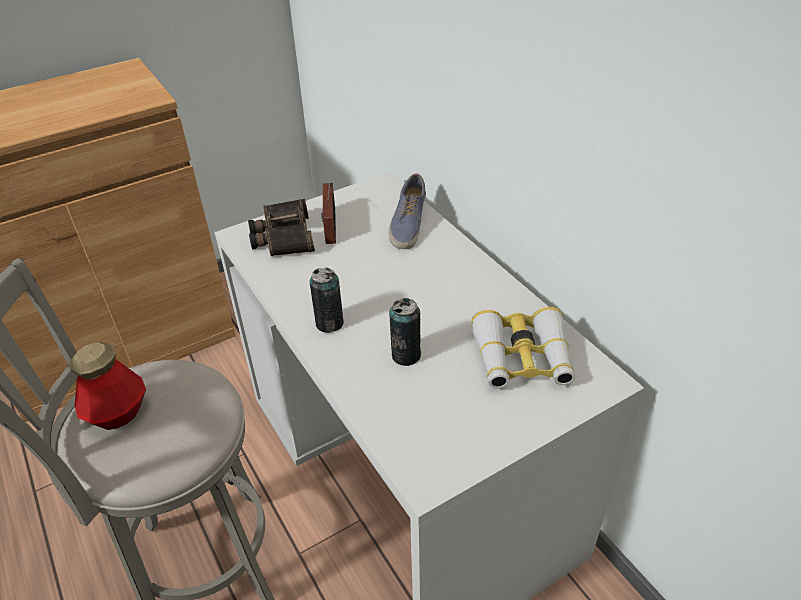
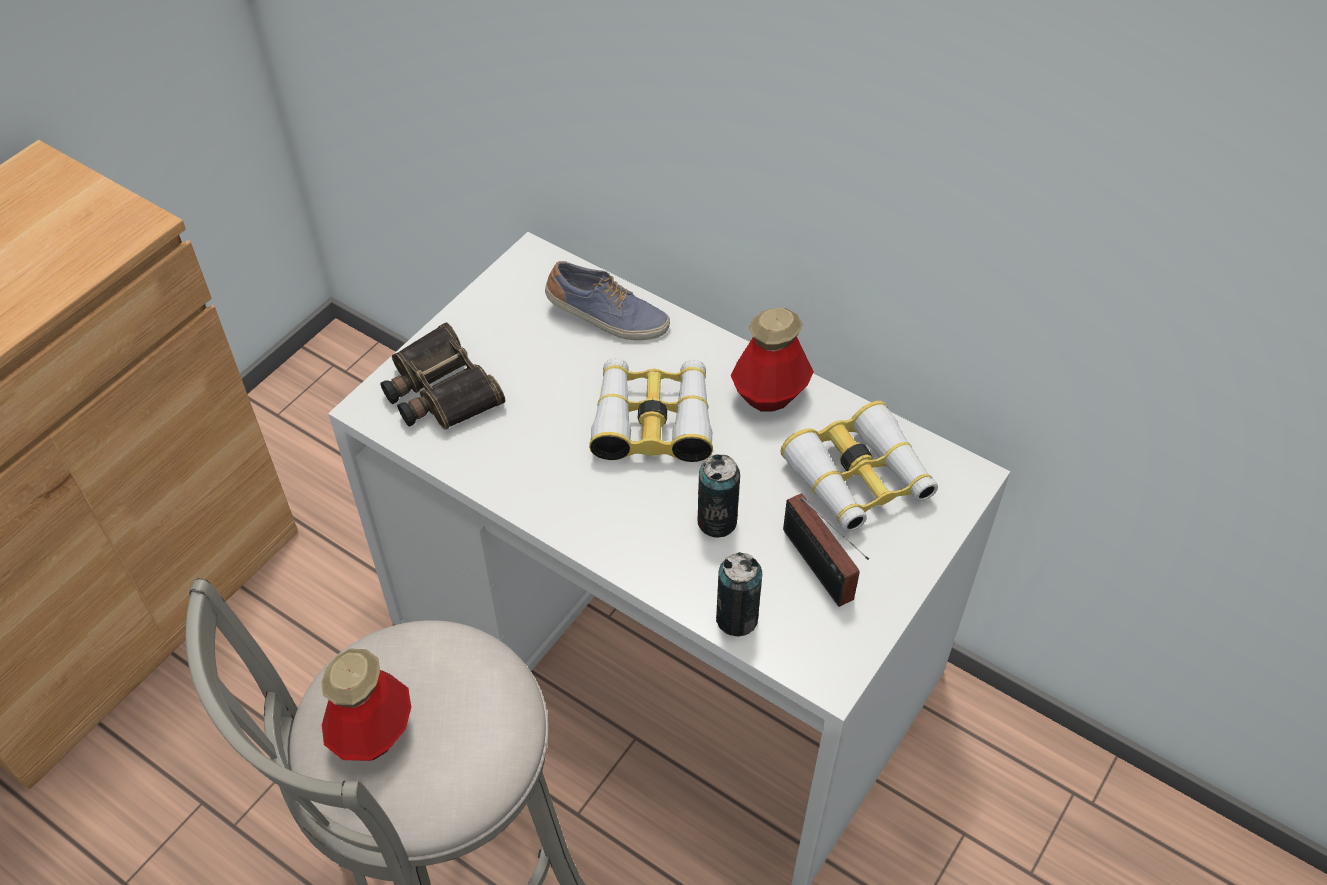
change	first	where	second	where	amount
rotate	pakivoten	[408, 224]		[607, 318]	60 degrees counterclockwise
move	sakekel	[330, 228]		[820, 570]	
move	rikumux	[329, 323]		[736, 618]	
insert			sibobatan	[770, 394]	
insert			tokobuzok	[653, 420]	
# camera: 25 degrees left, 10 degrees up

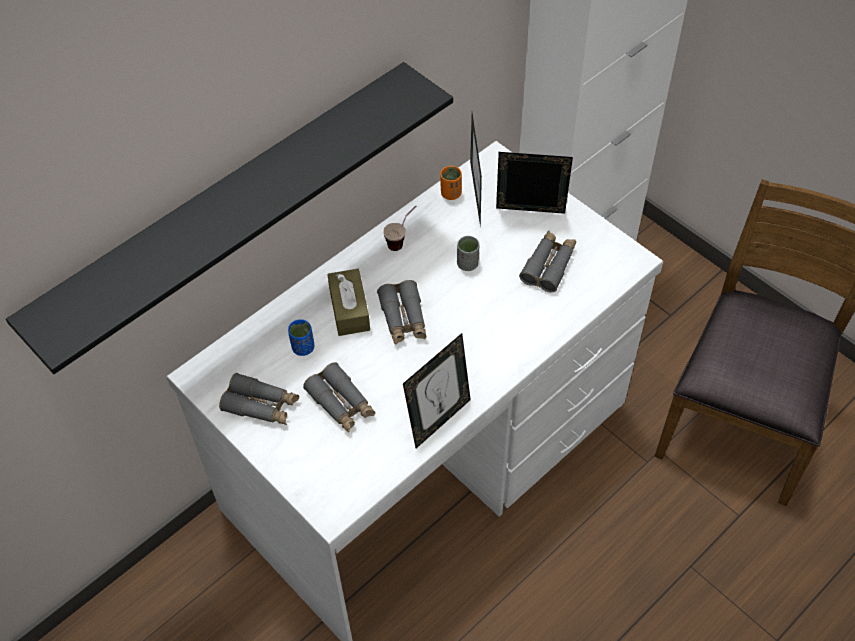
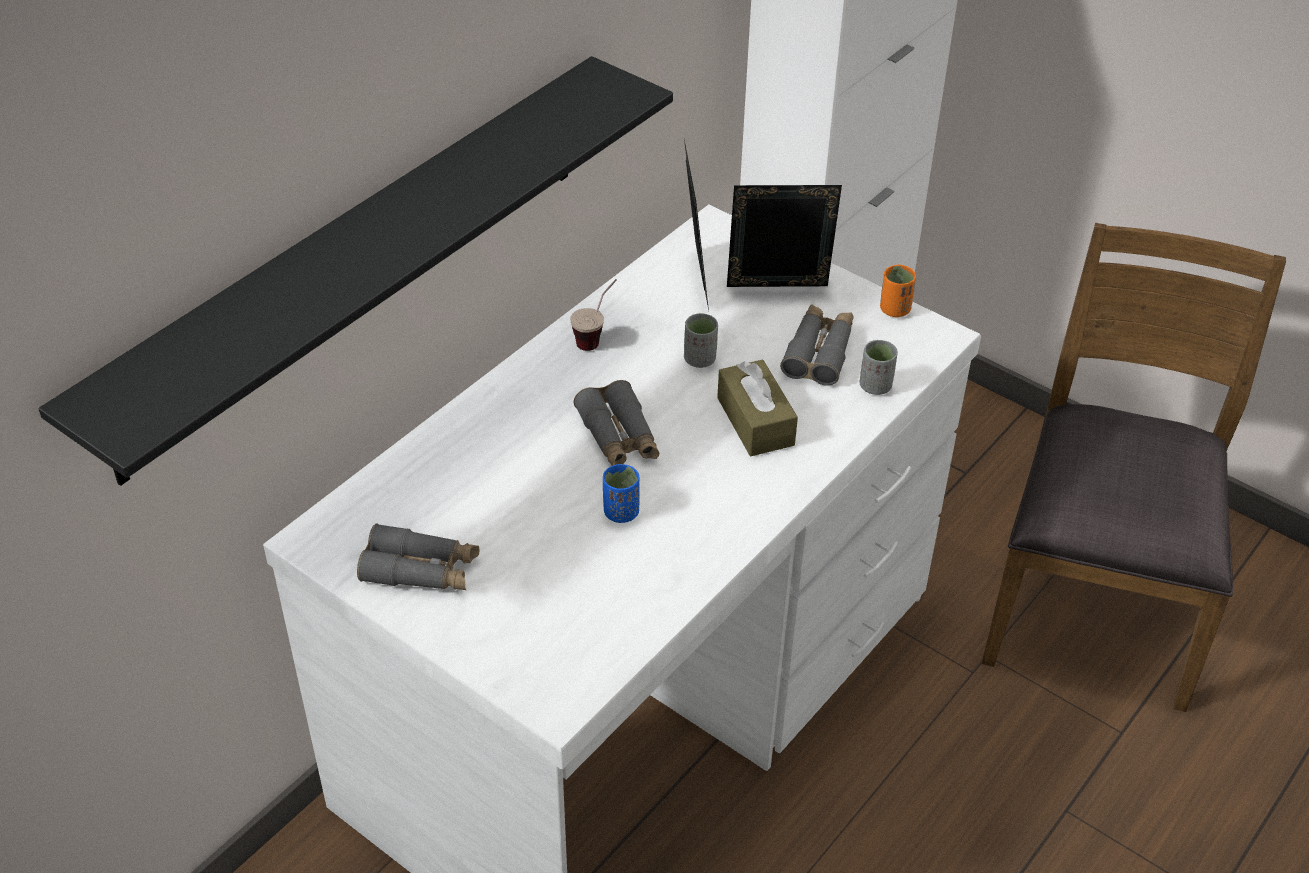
change	first	where	second	where	amount
move	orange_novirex	[451, 194]		[894, 309]	
move	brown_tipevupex	[349, 309]		[755, 421]	
move	blue_novirex	[303, 347]		[621, 512]	
delete	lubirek	[438, 420]			
delete	grey_tokobuzok	[341, 403]			
insert			grey_novirex	[875, 386]	
# camera: 10 degrees left, 10 degrees down

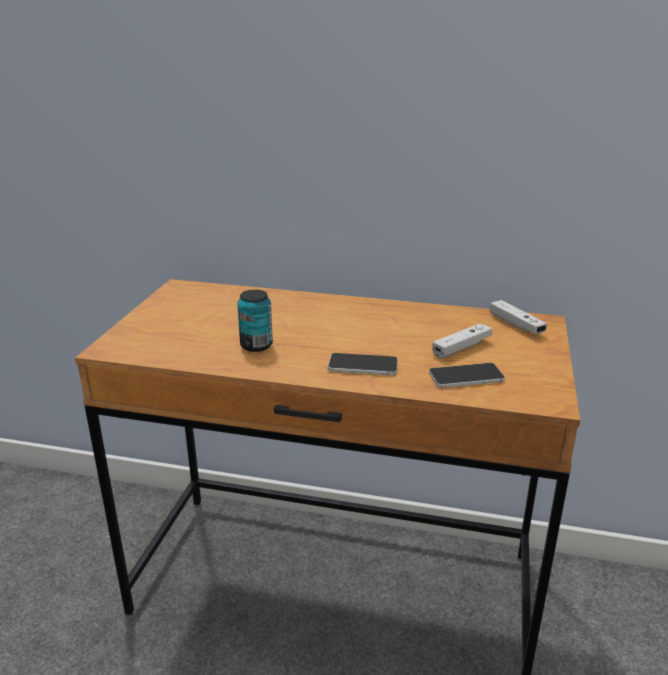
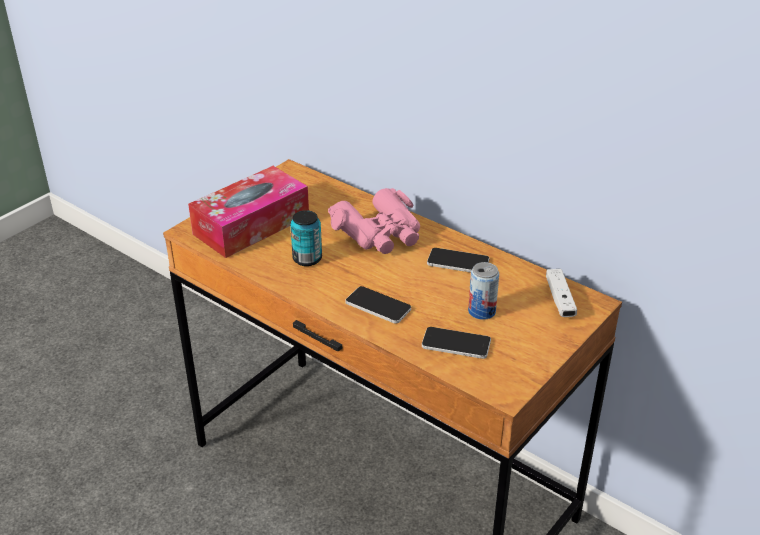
change	first	where	second	where	amount
replace	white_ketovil	[461, 347]	rikumux	[481, 311]	
insert			tipevupex	[251, 225]	
insert			pink_tokobuzok	[380, 233]	
insert			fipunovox	[458, 262]	
# camera: 25 degrees right, 10 degrees up

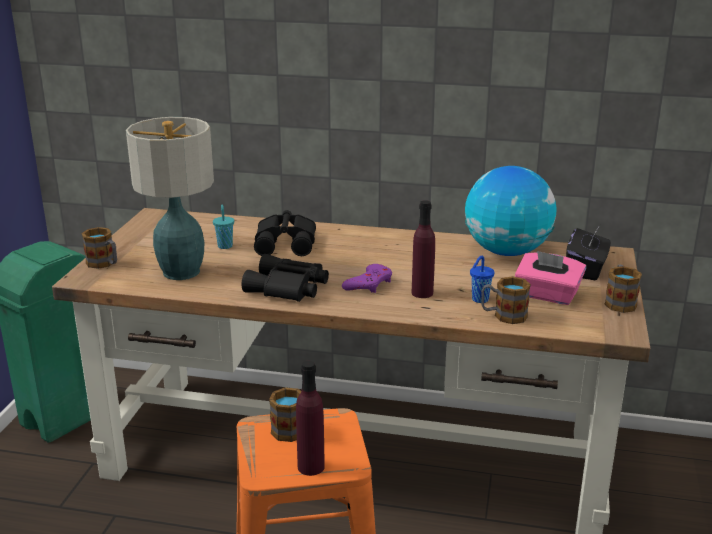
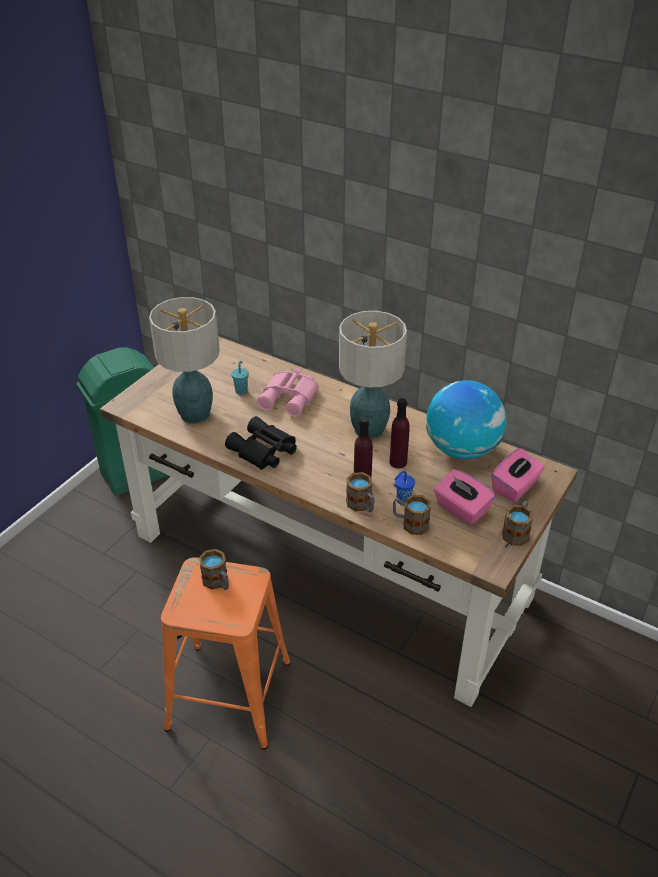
change	first	where	second	where	amount
recolor	black_tokobuzok	[287, 242]	pink_tokobuzok	[290, 397]	
recolor	black_tipevupex	[586, 269]	pink_tipevupex	[515, 487]	
move	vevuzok	[104, 264]		[361, 505]	
delete	purple_ketovil	[369, 284]			
move	purple_sibobatan	[311, 467]		[398, 462]	
insert			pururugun	[369, 430]	
# camera: 20 degrees right, 15 degrees up

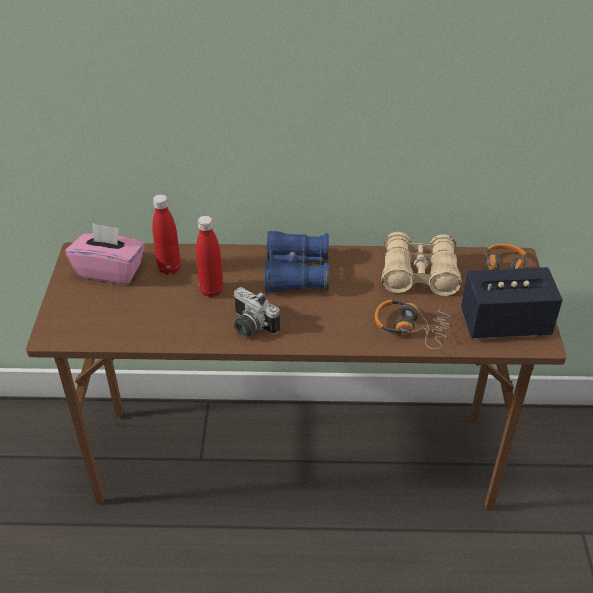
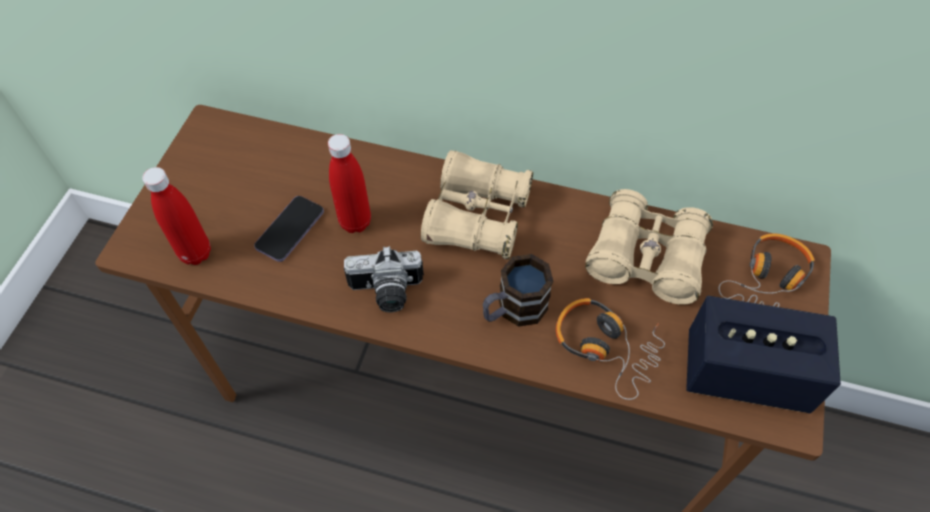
change	first	where	second	where	amount
move	red_sibobatan	[169, 268]		[195, 253]	
delete	pink_tipevupex	[110, 270]			
recolor	blue_tokobuzok	[296, 273]	beige_tokobuzok	[477, 217]	
rotate	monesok	[250, 326]		[386, 293]	60 degrees counterclockwise
insert			fipunovox	[290, 230]	
insert			vevuzok	[513, 310]	
# camera: 15 degrees right, 15 degrees up

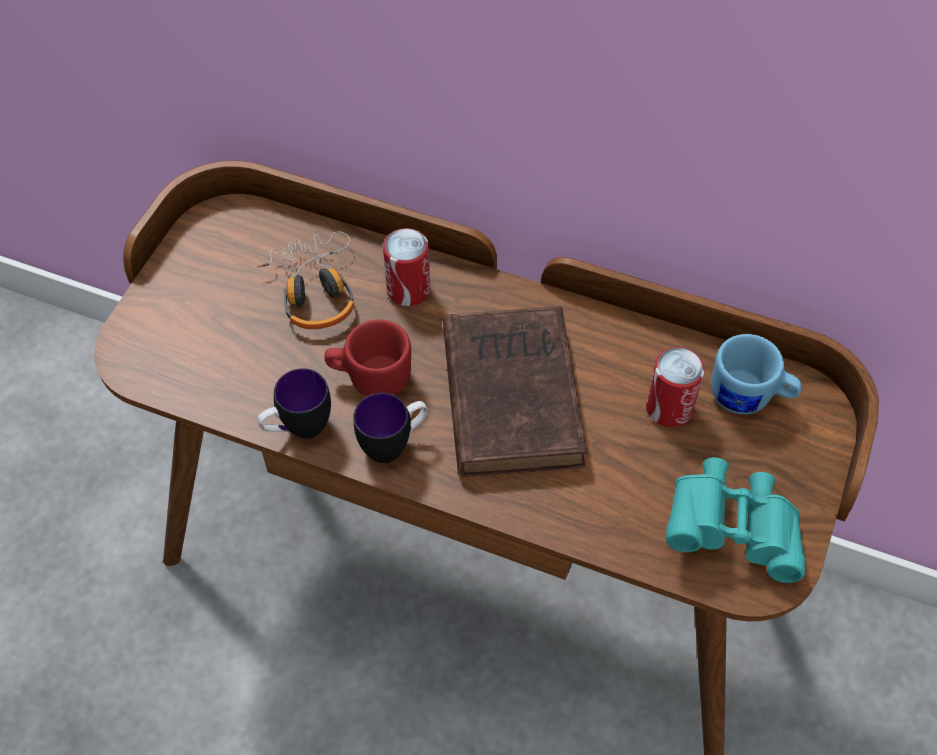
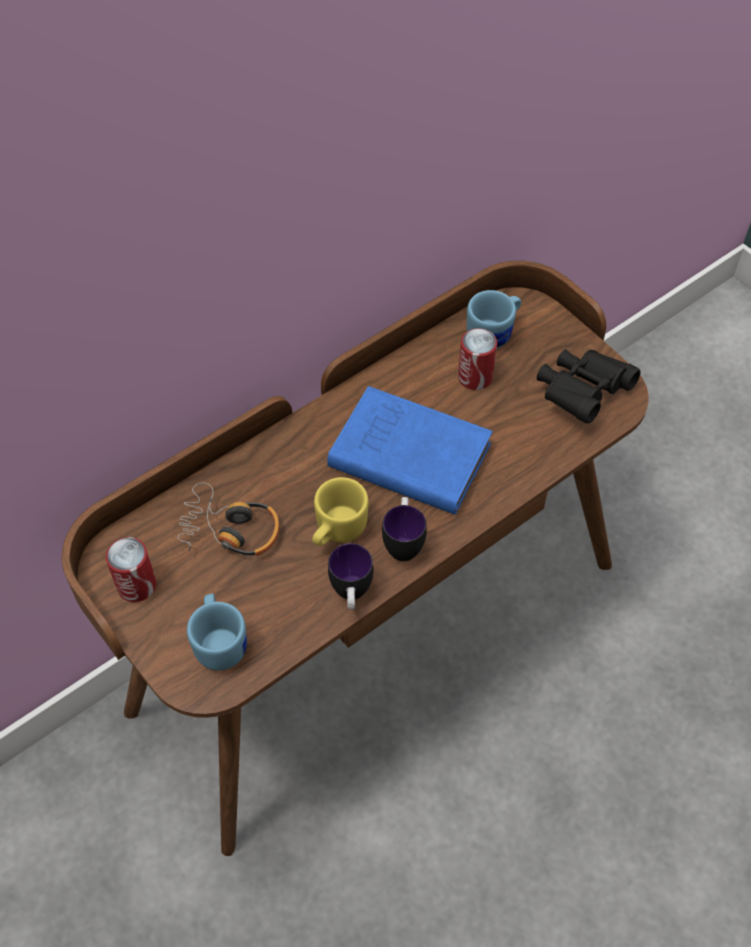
change	first	where	second	where	amount
move	rikumux	[408, 289]		[136, 585]	
recolor	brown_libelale	[511, 392]	blue_libelale	[406, 454]	
recolor	red_vevuzok	[370, 377]	yellow_vevuzok	[336, 531]	
recolor	turquoise_tokobuzok	[732, 530]	black_tokobuzok	[582, 393]	
insert			blue_vevuzok	[220, 641]	
# camera: 60 degrees left, 0 degrees up

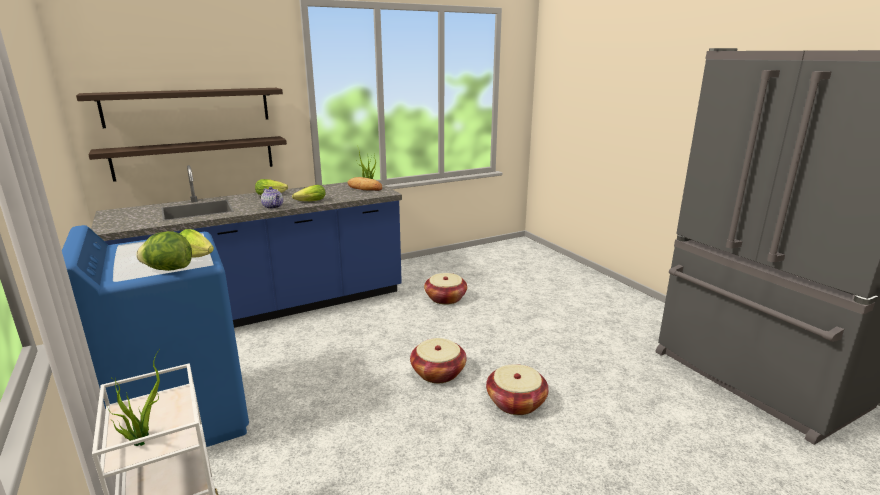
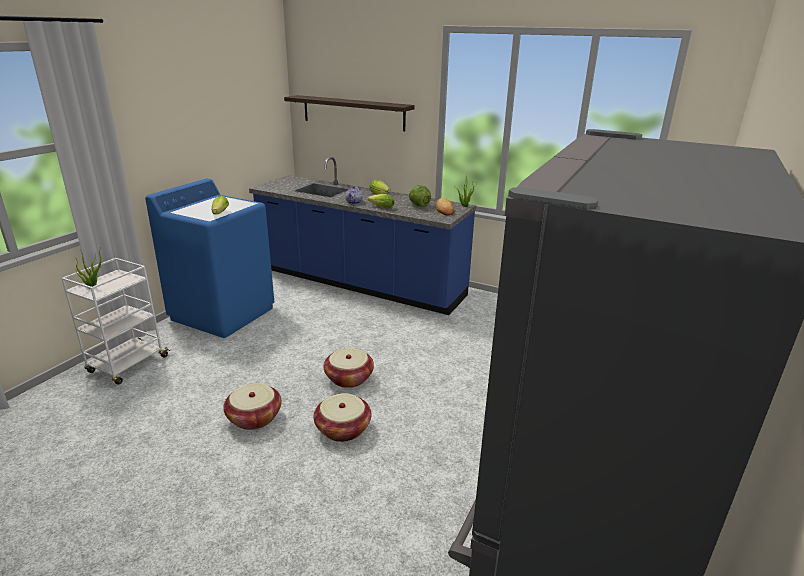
change	first	where	second	where	amount
delete	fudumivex	[195, 158]			
move	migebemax	[168, 269]		[418, 205]	
move	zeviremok	[445, 298]		[254, 418]	
# camera: 55 degrees right, 5 degrees up

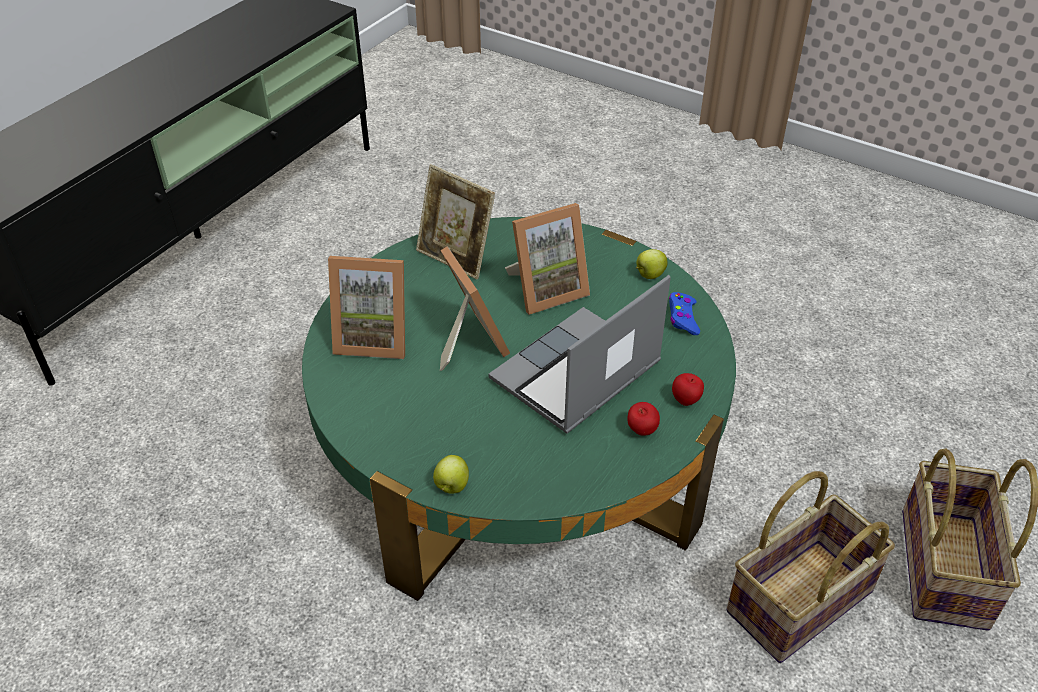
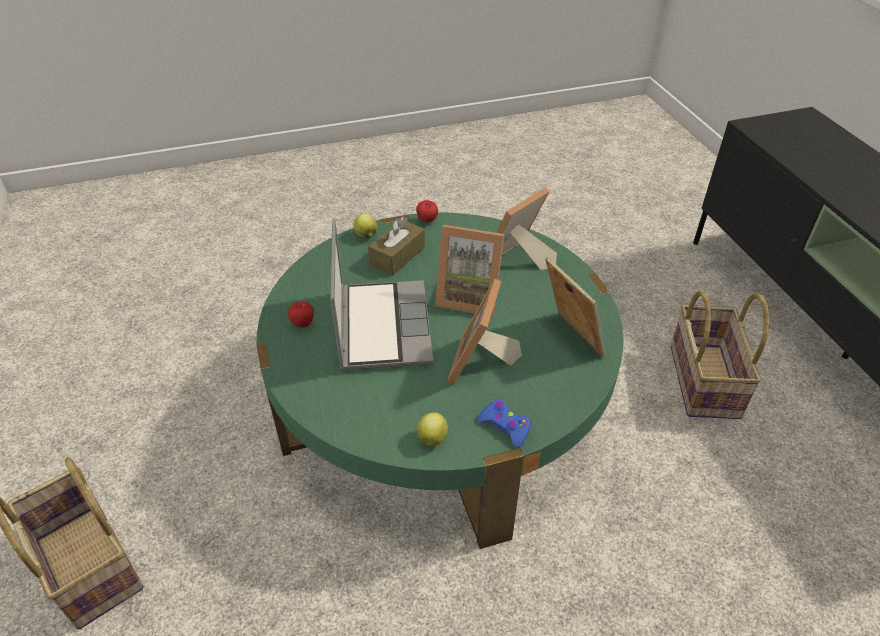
change	first	where	second	where	amount
rotate	lubirek	[456, 257]		[570, 338]	75 degrees clockwise
move	blue_ketovil	[683, 318]		[505, 426]	
move	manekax	[686, 401]		[427, 221]	
move	zeviremok	[800, 603]		[701, 380]	
insert			brown_tipevupex	[397, 256]	
# camera: 130 degrees right, 0 degrees up

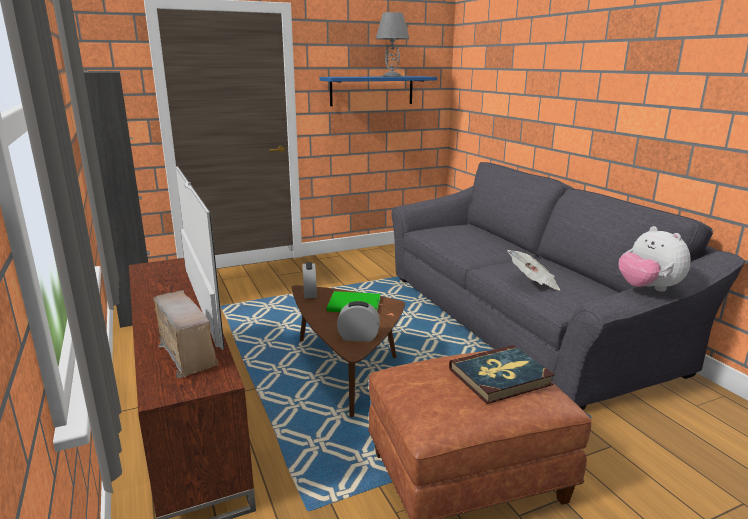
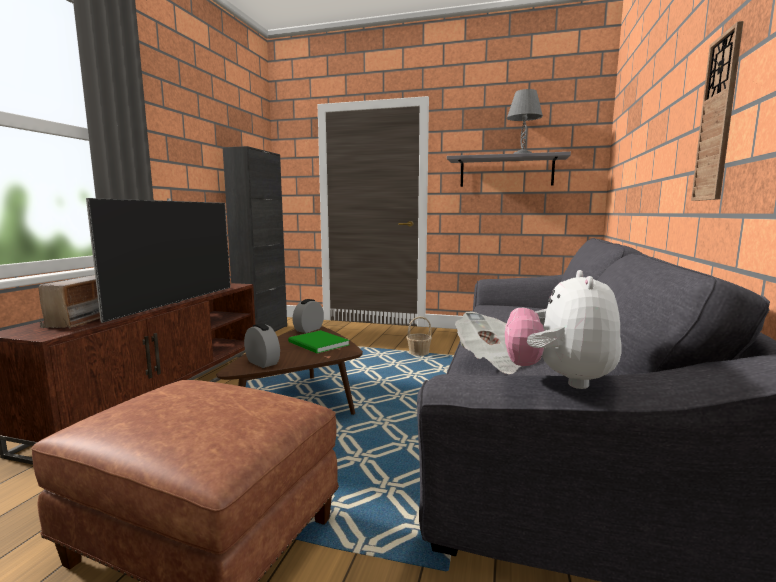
change	first	where	second	where	amount
recolor	blue_fudumivex	[372, 90]	grey_fudumivex	[506, 172]	
delete	libelale	[500, 377]			
insert			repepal	[717, 119]	
insert			zeviremok	[418, 353]	
# camera: 40 degrees right, 10 degrees down

